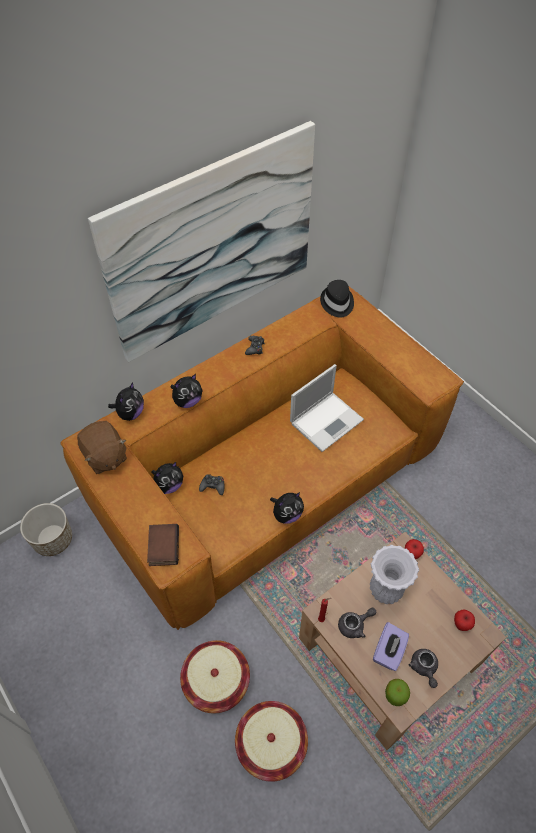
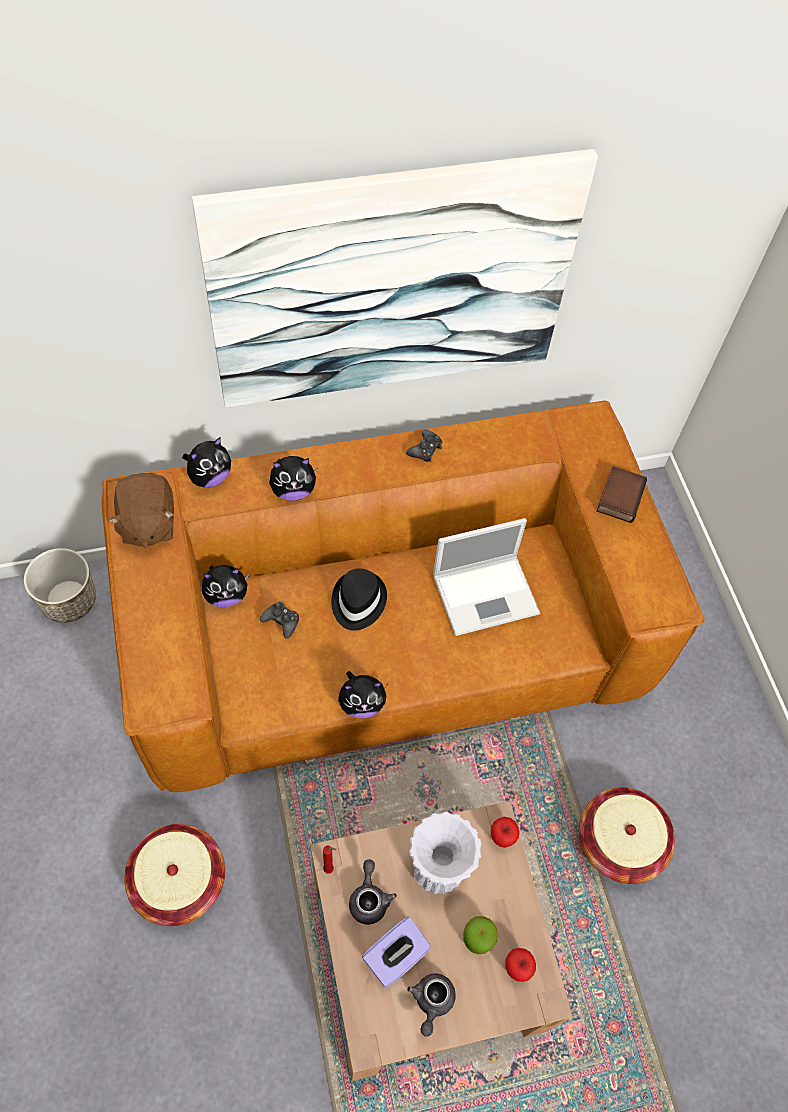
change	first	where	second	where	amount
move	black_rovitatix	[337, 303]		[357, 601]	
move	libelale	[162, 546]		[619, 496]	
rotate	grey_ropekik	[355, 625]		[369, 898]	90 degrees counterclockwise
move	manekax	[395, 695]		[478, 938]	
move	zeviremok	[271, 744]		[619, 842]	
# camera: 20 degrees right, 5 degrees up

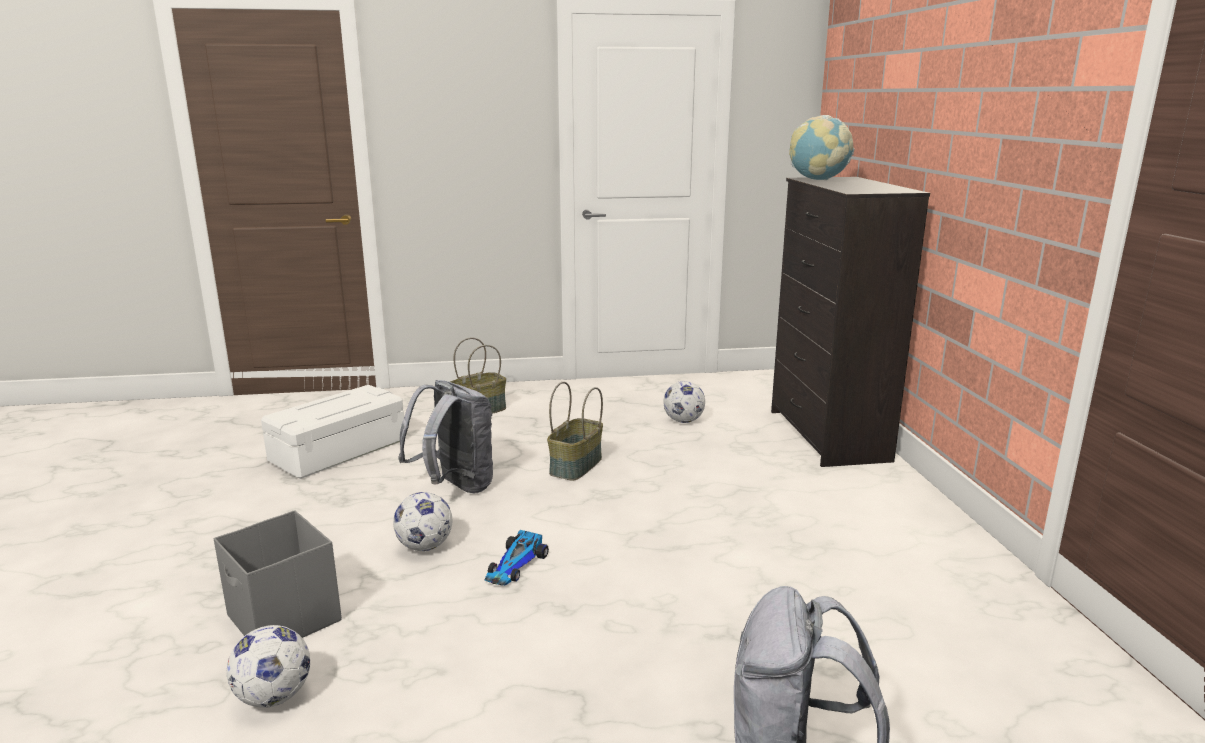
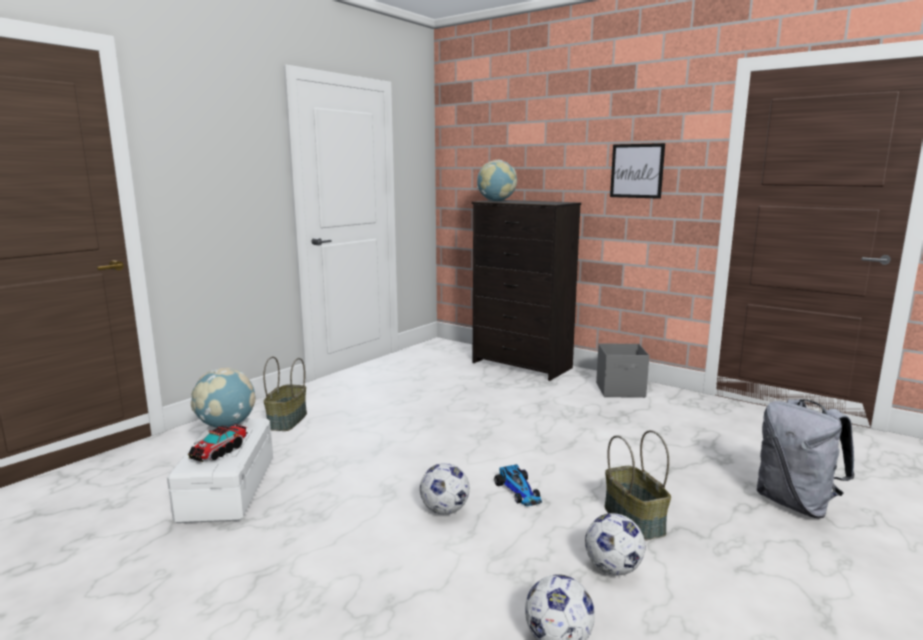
change	first	where	second	where	amount
delete	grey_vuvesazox	[455, 487]			
move	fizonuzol	[683, 421]		[612, 568]	
move	zeviremok	[576, 466]		[635, 520]	
move	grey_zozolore	[284, 620]		[621, 390]	
insert			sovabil	[637, 171]	
insert			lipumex	[227, 425]	
insert			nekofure	[219, 452]	
# camera: 45 degrees left, 5 degrees down

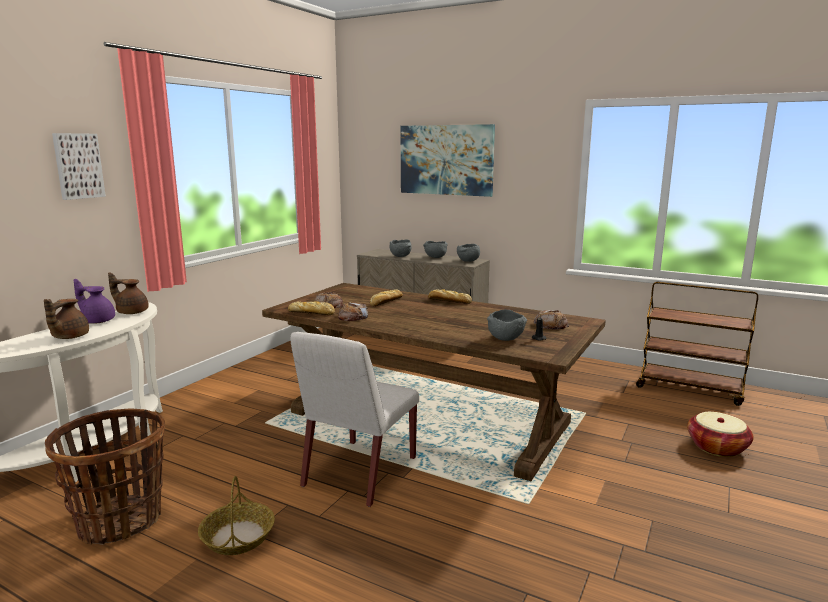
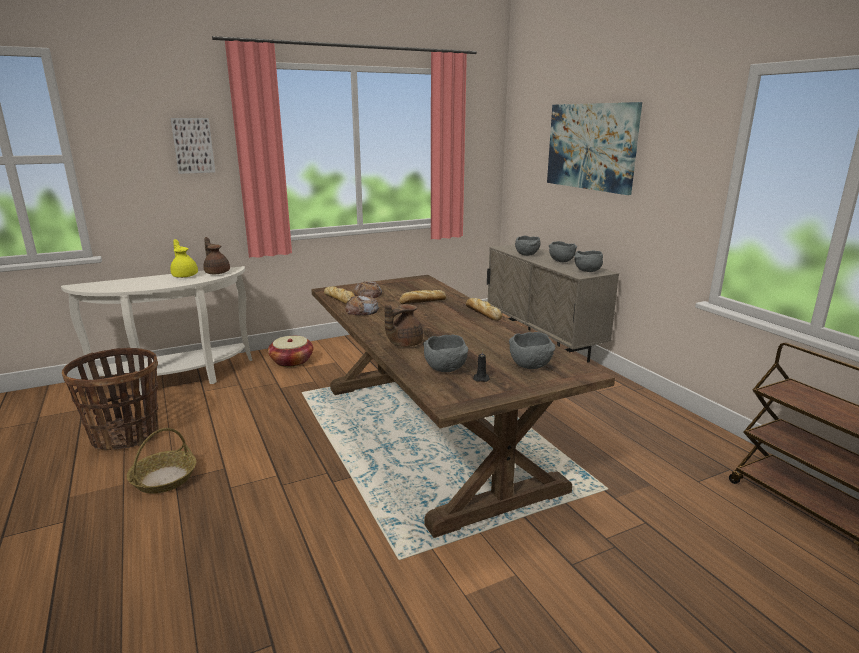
change	first	where	second	where	amount
recolor	purple_ropekik	[97, 321]	yellow_ropekik	[185, 275]	
move	brown_ropekik	[69, 337]		[404, 344]	
replace	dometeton	[551, 325]	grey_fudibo	[531, 366]	
delete	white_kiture	[359, 472]			
move	zeviremok	[717, 447]		[291, 361]	
# camera: 35 degrees right, 5 degrees up

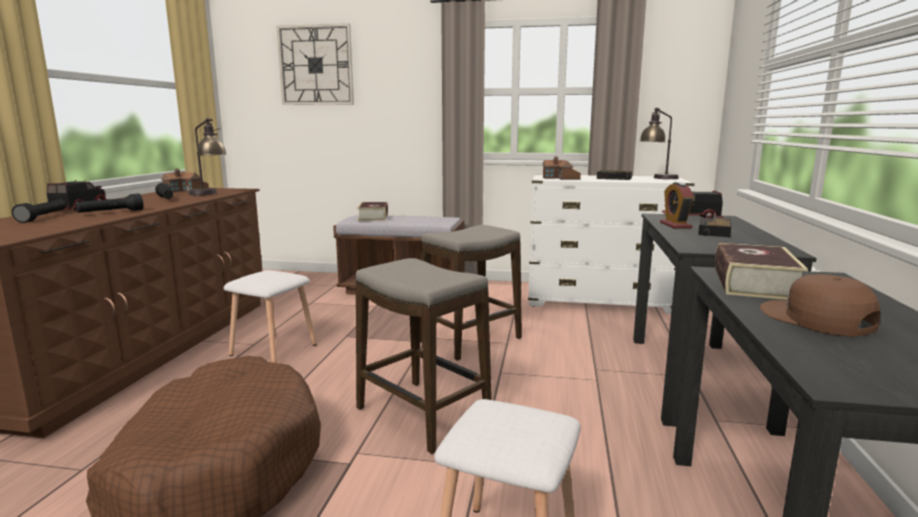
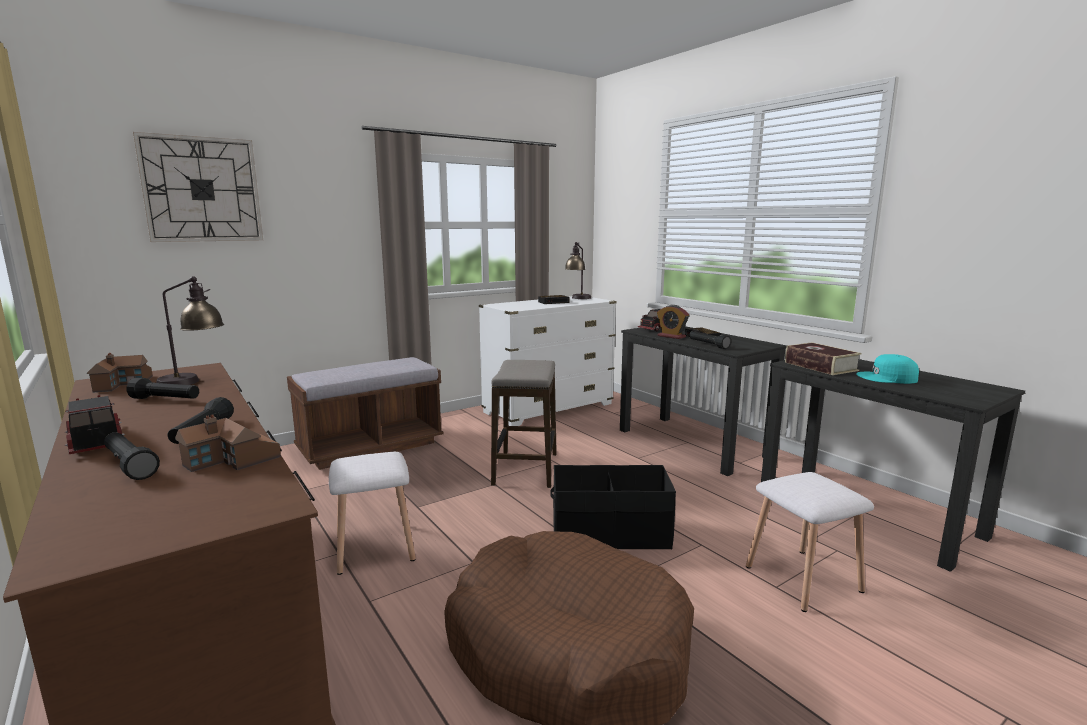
change	first	where	second	where	amount
move	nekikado	[561, 178]		[232, 460]	
delete	libelale	[373, 217]			
replace	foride	[423, 414]	black_zozolore	[610, 534]	
recolor	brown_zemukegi	[815, 319]	turquoise_zemukegi	[887, 378]	
insert			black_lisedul	[708, 345]	
# camera: 45 degrees left, 0 degrees up

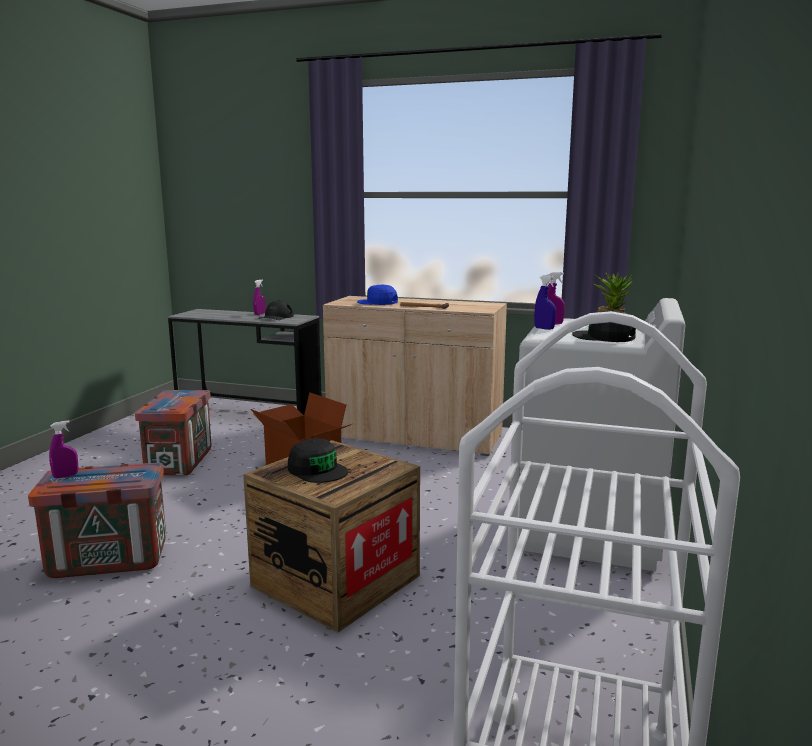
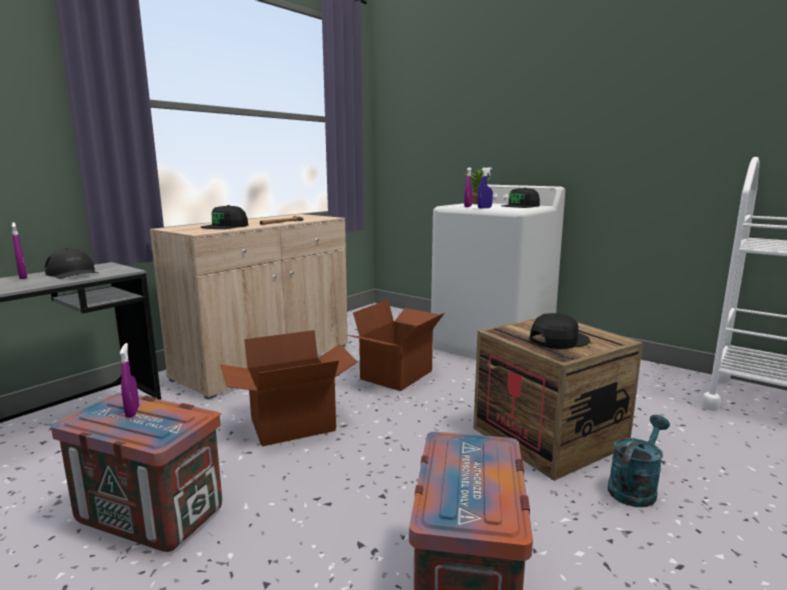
change	first	where	second	where	amount
recolor	blue_zemukegi	[378, 302]	black_zemukegi	[225, 226]	
move	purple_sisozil	[66, 476]		[132, 412]	
insert			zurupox	[397, 375]	
insert			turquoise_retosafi	[635, 487]	
# camera: 70 degrees left, 0 degrees up

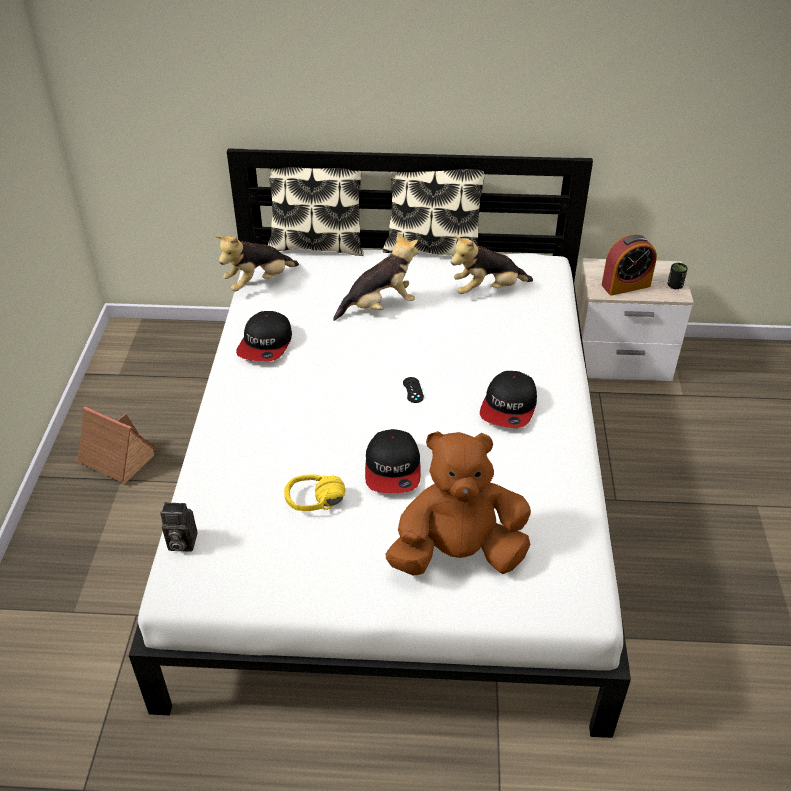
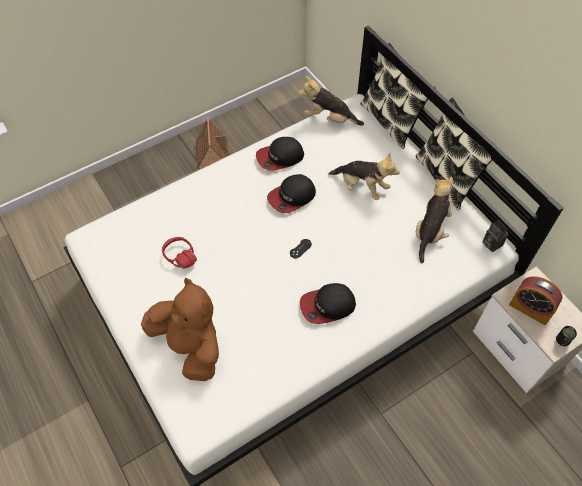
change	first	where	second	where	amount
rotate	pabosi	[487, 290]		[430, 231]	75 degrees clockwise
move	zemukegi	[393, 469]		[292, 197]	
recolor	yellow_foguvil	[316, 507]	red_foguvil	[176, 260]	
move	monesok	[180, 543]		[490, 243]	
# camera: 55 degrees right, 15 degrees up

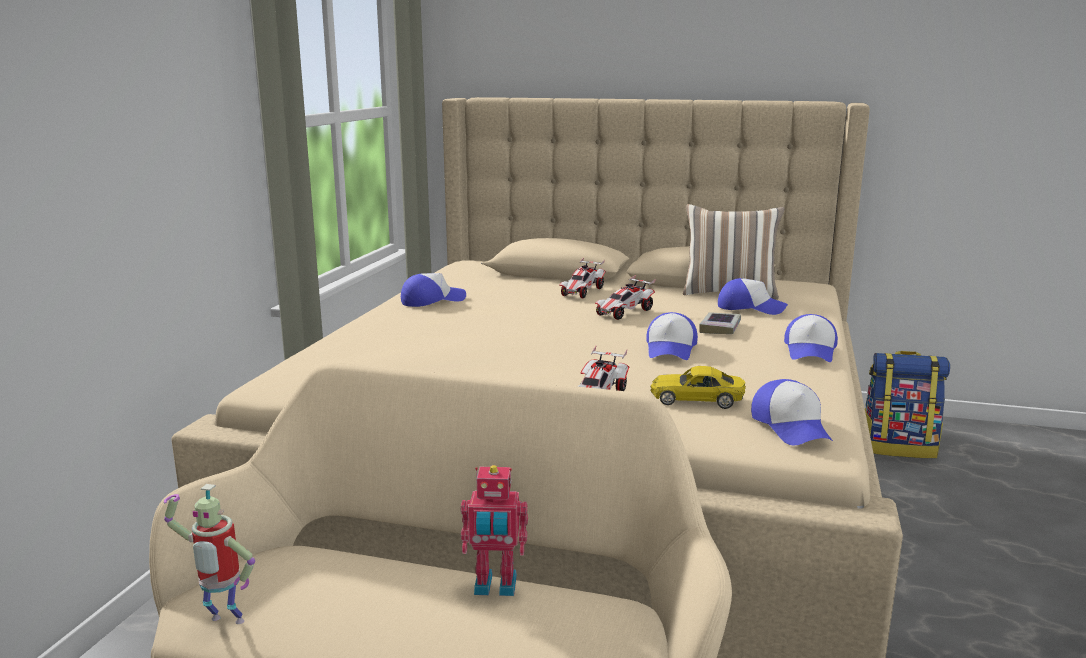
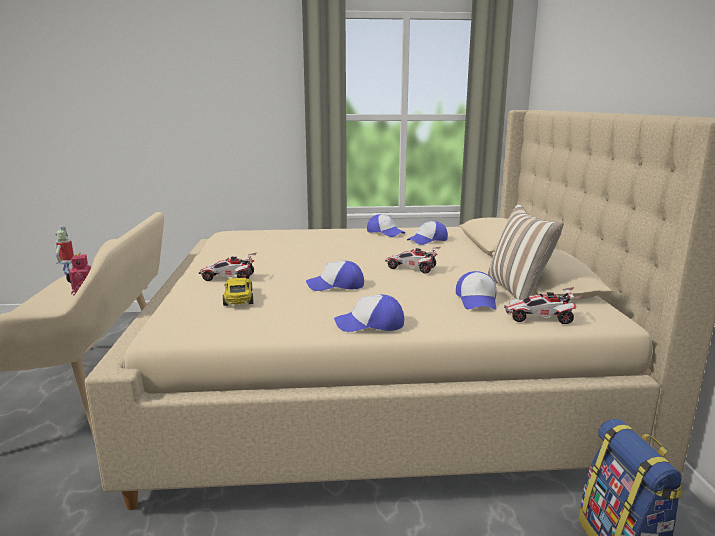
change	first	where	second	where	amount
move	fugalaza	[582, 292]		[539, 318]	
delete	libelale	[720, 328]			
move	zemukegi	[791, 427]		[427, 240]	
# camera: 70 degrees right, 0 degrees up

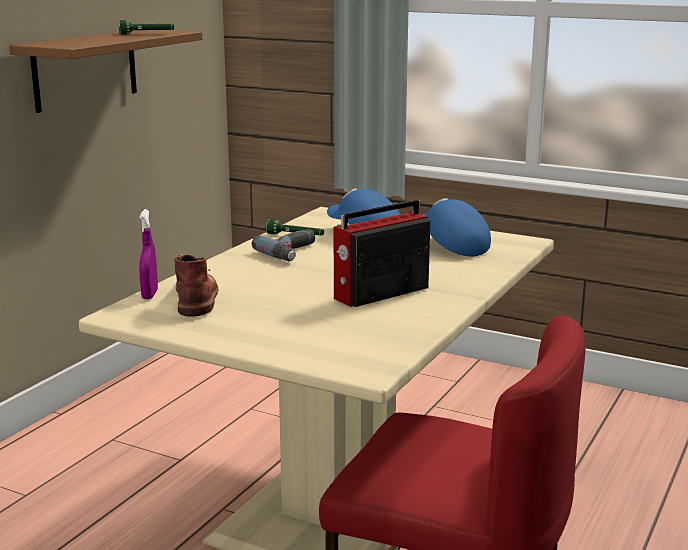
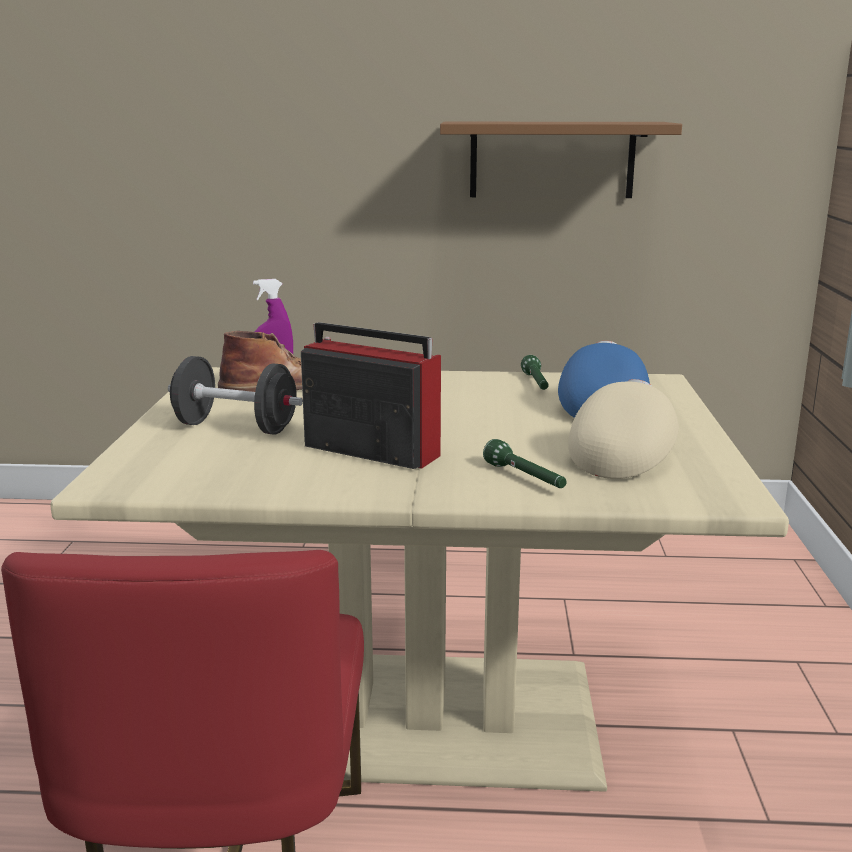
change	first	where	second	where	amount
move	green_lisedul	[147, 34]		[525, 478]	
recolor	blue_zemukegi	[451, 246]	beige_zemukegi	[623, 457]	
delete	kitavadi	[293, 252]			
insert			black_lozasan	[236, 427]	
# camera: 65 degrees right, 0 degrees up

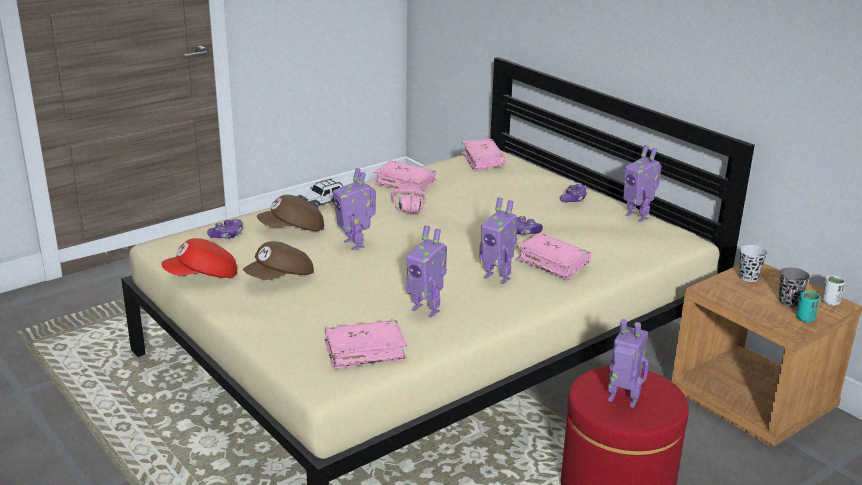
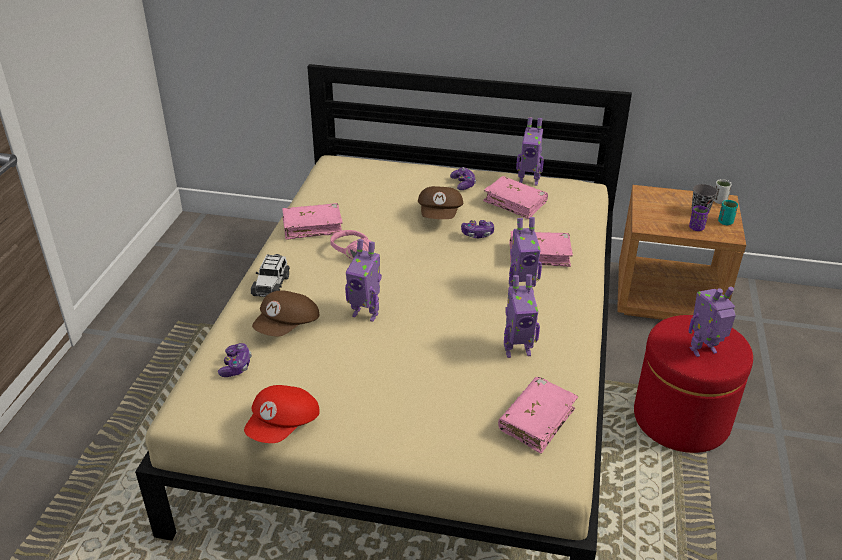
change	first	where	second	where	amount
move	pink_libelale	[483, 161]		[515, 203]	
move	brown_zemukegi	[280, 278]		[440, 215]	
delete	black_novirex	[748, 277]			
insert			purple_novirex	[696, 228]	
# camera: 40 degrees left, 10 degrees up

